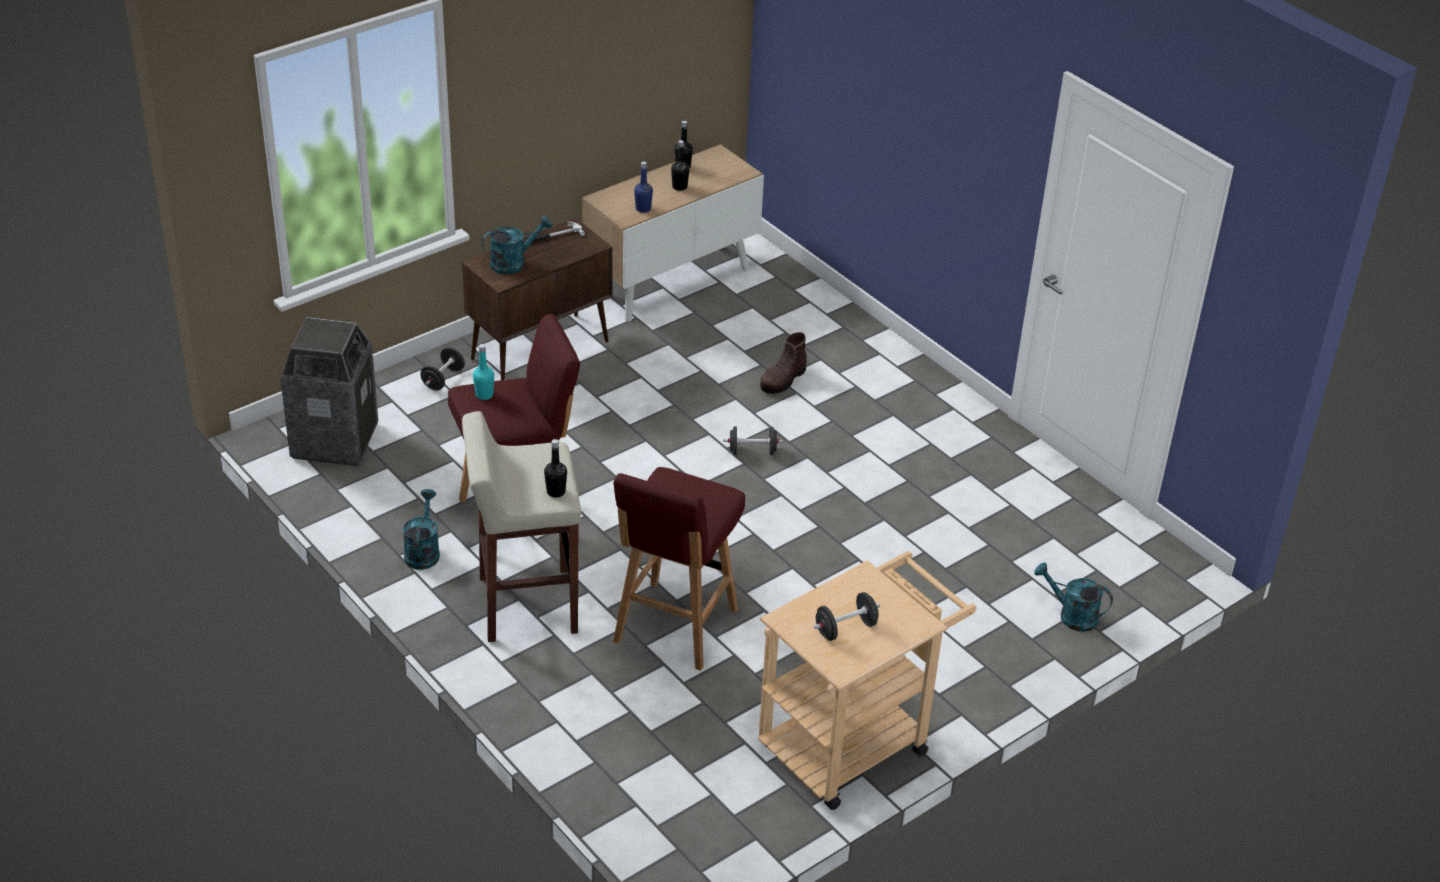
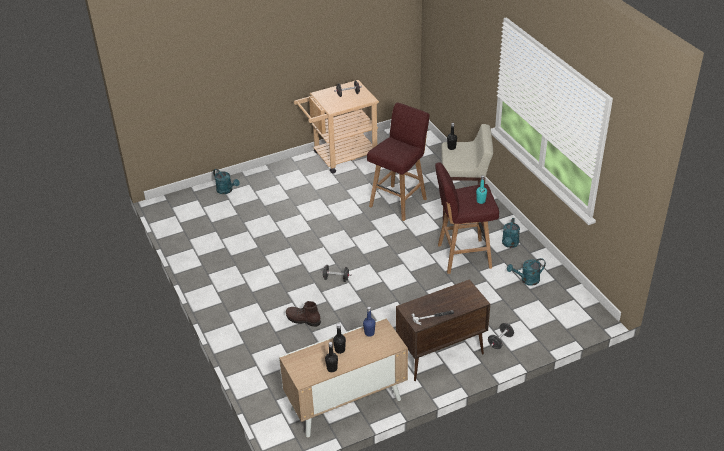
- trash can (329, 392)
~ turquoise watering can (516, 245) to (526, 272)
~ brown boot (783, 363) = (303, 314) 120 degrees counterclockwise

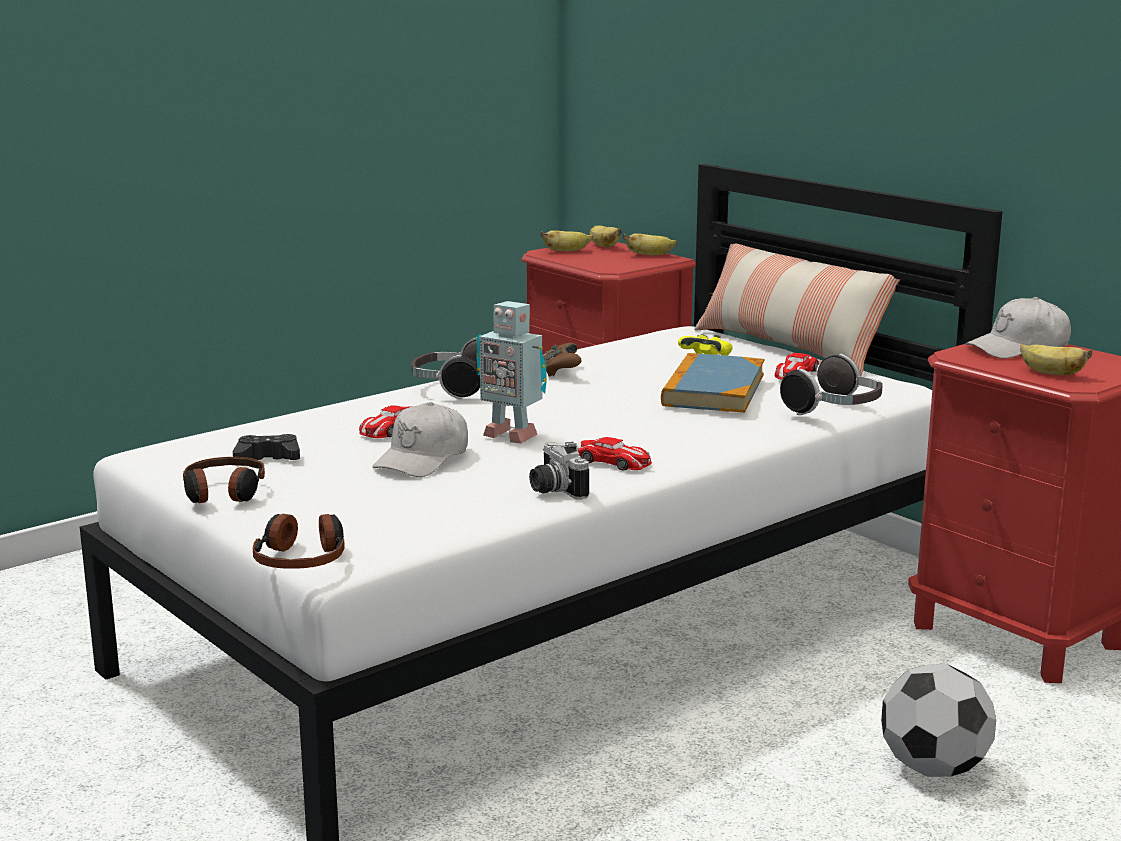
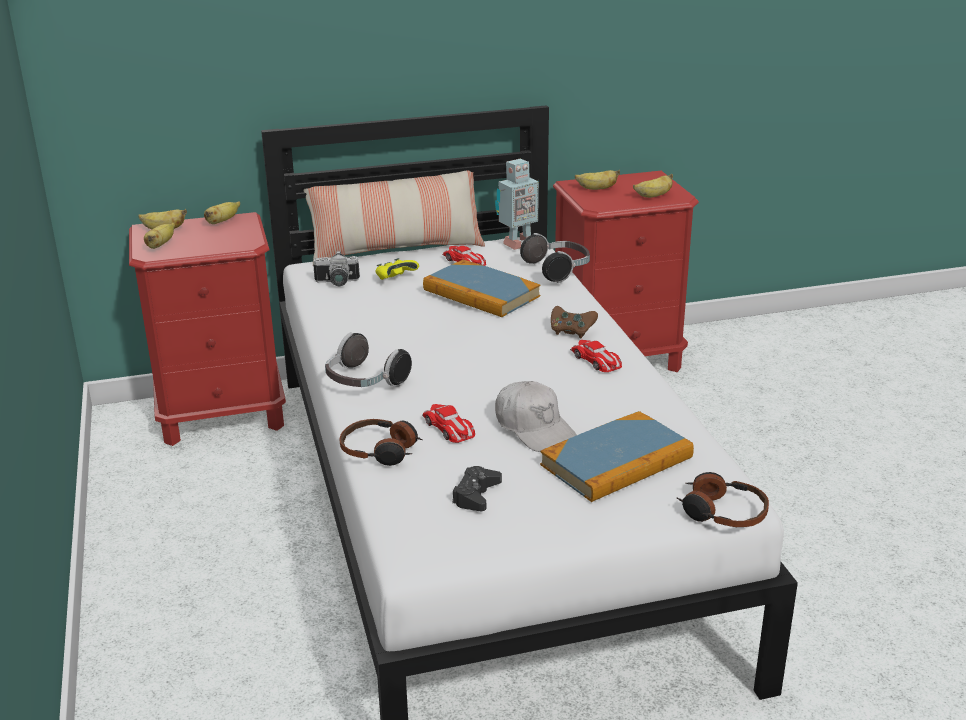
~ headphones (224, 480) to (381, 442)
~ toy robot (512, 372) to (517, 204)
~ photo camera (559, 471) to (336, 268)
~ brown game controller (562, 359) to (574, 322)
~ toy car (614, 454) = (596, 356) 90 degrees clockwise
- football (938, 720)
~ white cap (1018, 328) to banana (597, 180)
+ book (617, 456)

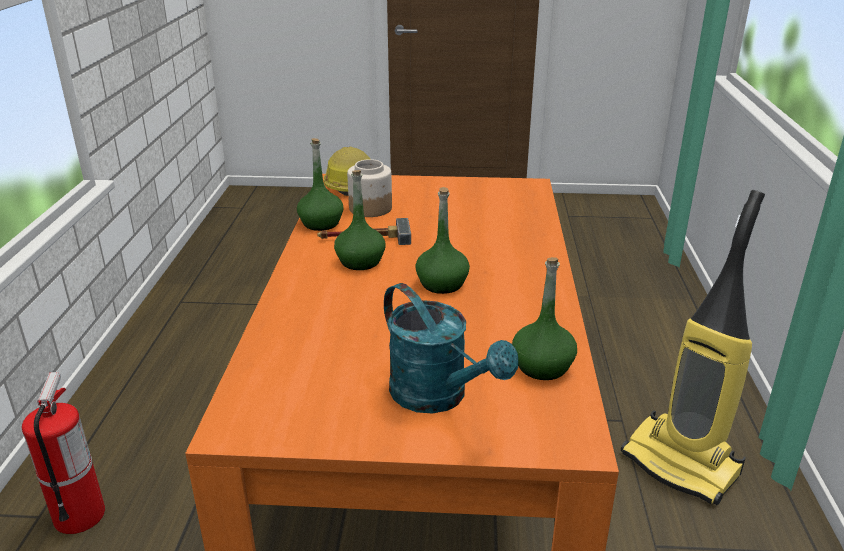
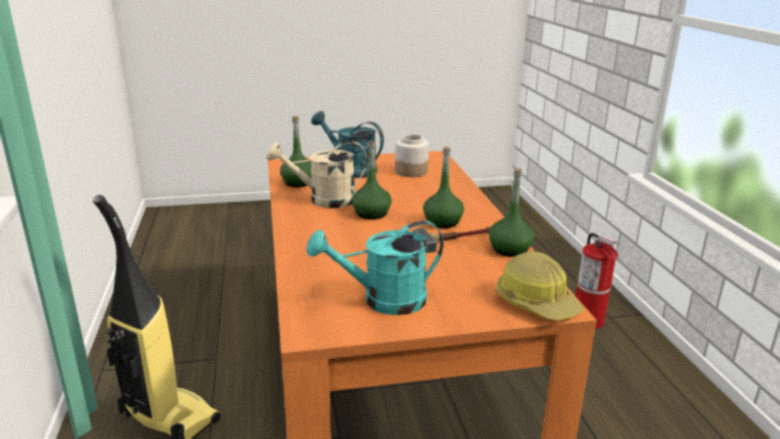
~ jar (369, 188) to (412, 155)
+ beige watering can (317, 175)
+ turquoise watering can (375, 268)

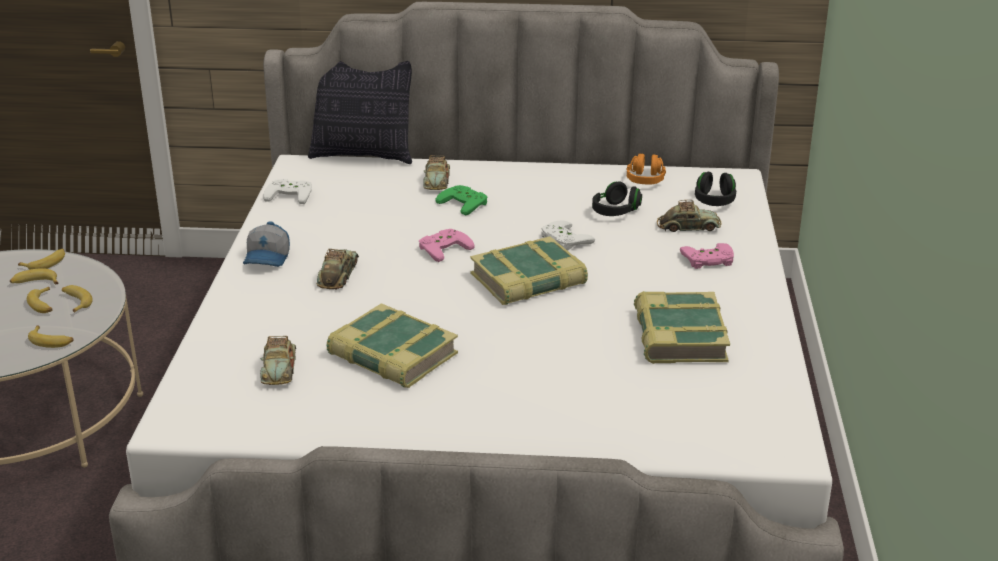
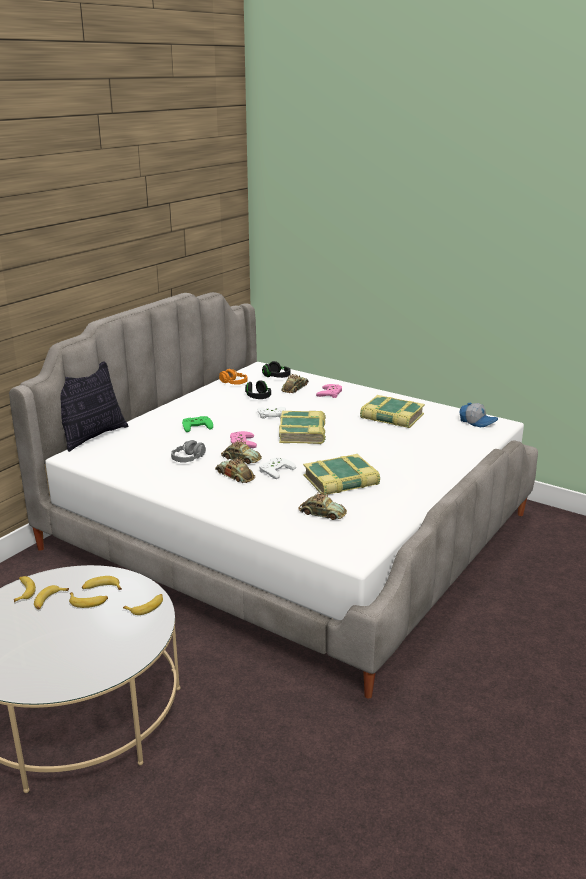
~ cap (266, 244) to (478, 415)
~ white game controller (287, 191) to (277, 468)
~ toy car (436, 173) to (241, 452)
+ grey headphones (188, 451)

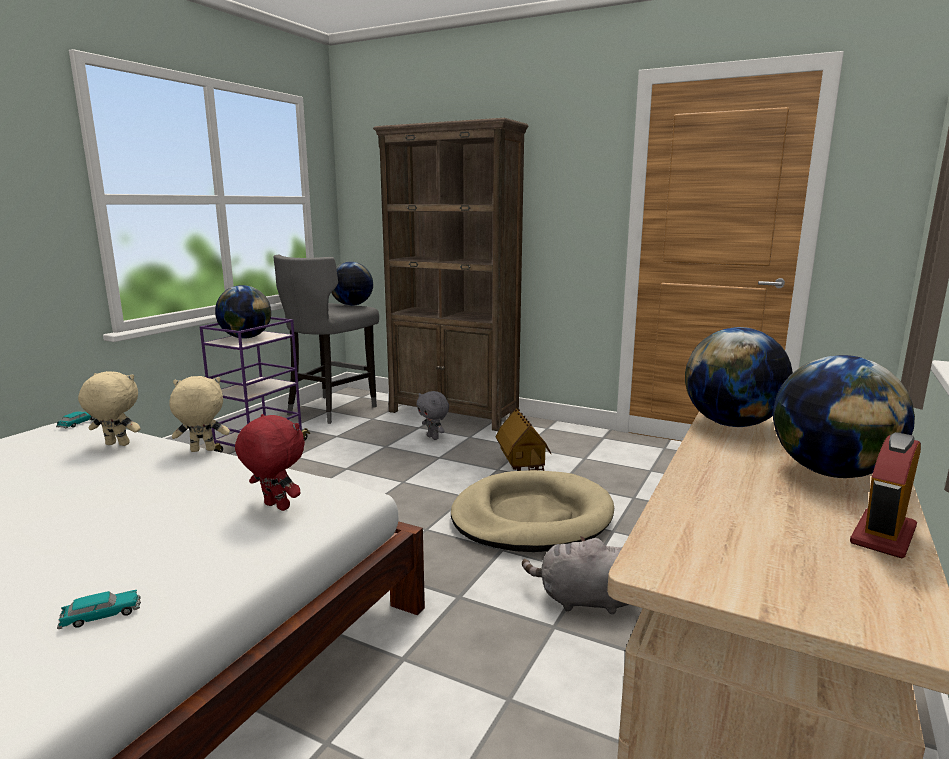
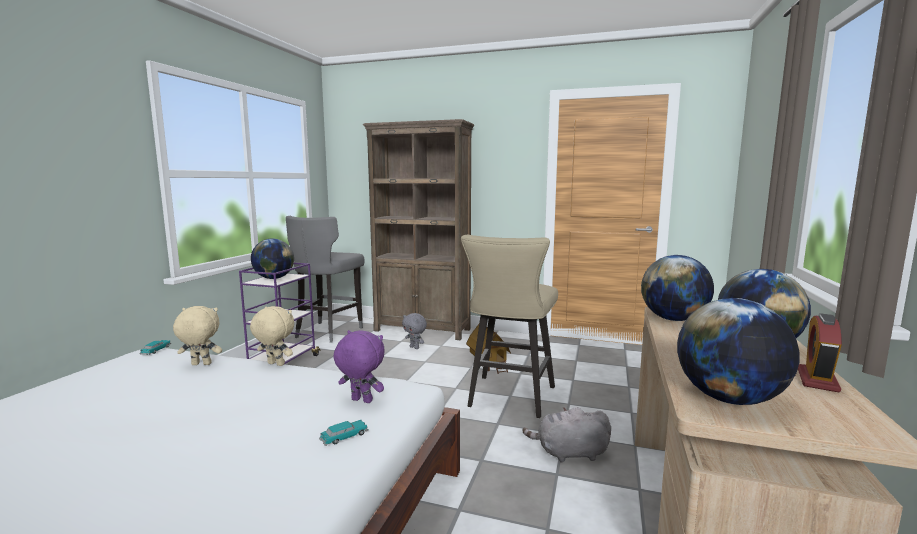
~ toy car (99, 609) to (344, 433)
~ beige plush toy (199, 414) = (272, 336) 45 degrees clockwise
~ red plush toy (270, 462) to purple plush toy (359, 366)
~ globe (352, 284) to (738, 351)
~ beige dog bed (532, 511) to beige stool (509, 326)

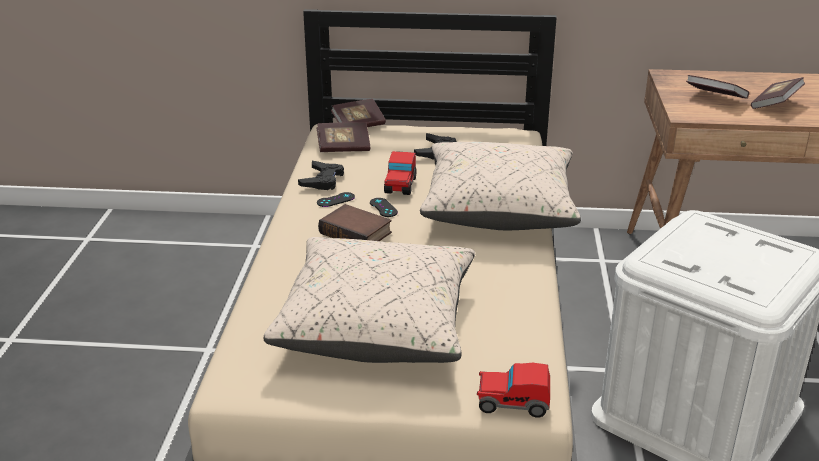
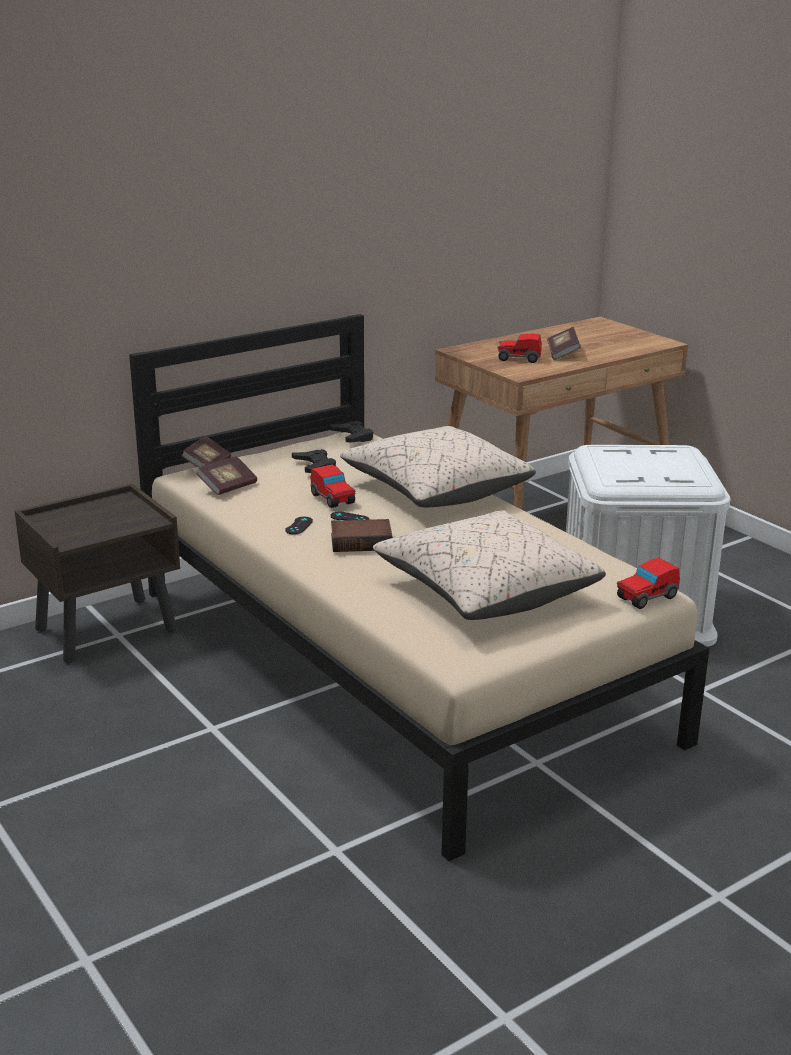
~ black game controller (321, 175) to (351, 431)
~ book (717, 87) to toy car (519, 348)
+ brown nightstand (97, 573)

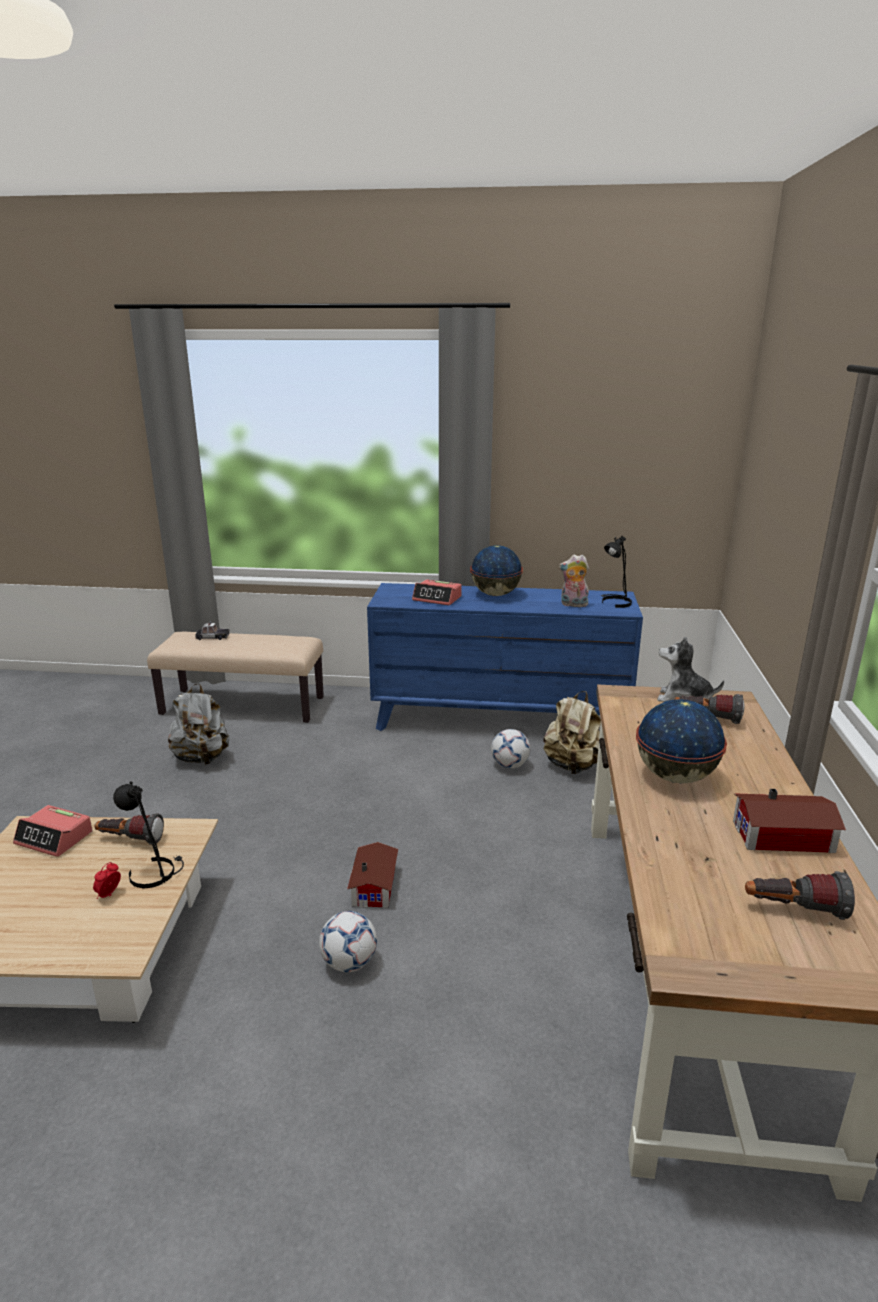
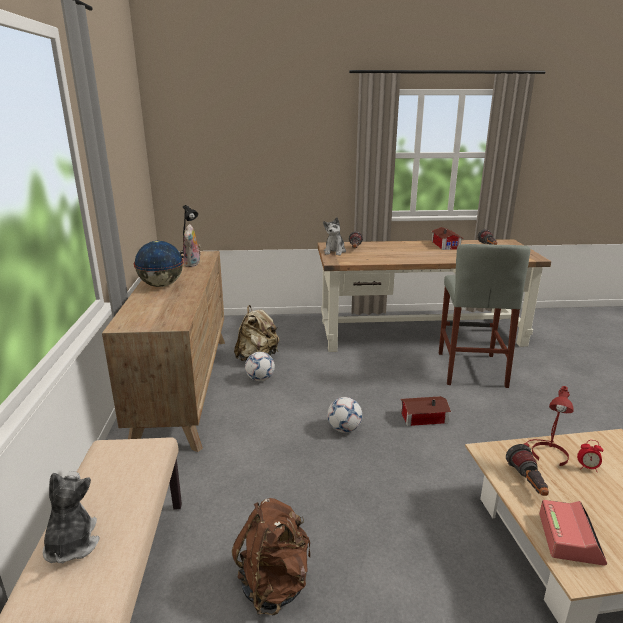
~ black table lamp (148, 835) to red table lamp (549, 426)
~ grey backpack (198, 724) to brown backpack (271, 557)
~ toy car (212, 630) to plush toy (71, 517)
~ football (348, 941) to (344, 415)
~ blue dresser (505, 657) to brown dresser (163, 351)
- alarm clock (437, 592)
- globe (681, 741)
+ grey stool (484, 316)

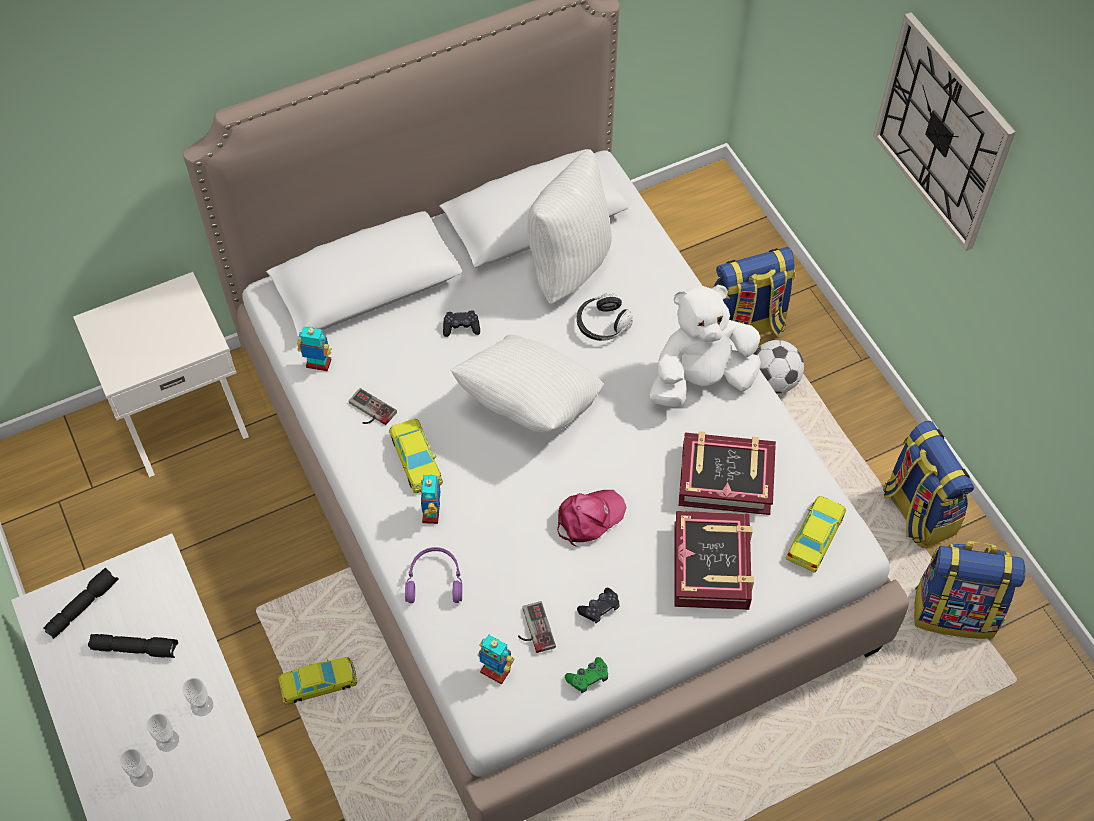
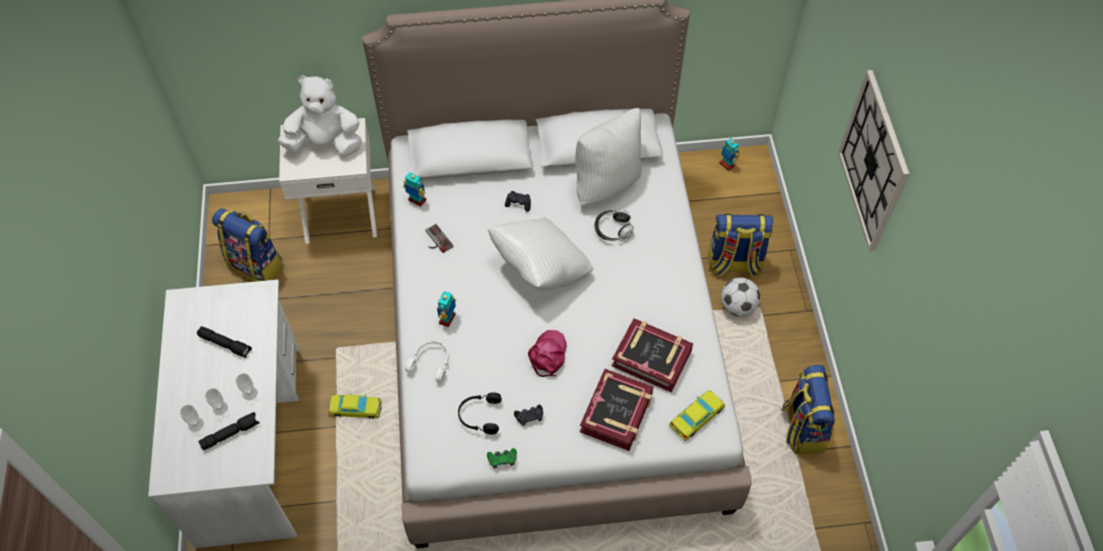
~ black flashlight (81, 603) to (229, 431)
- yellow toy car (416, 456)
~ purple headphones (433, 575) to white headphones (427, 361)
~ toy robot (496, 660) to (729, 154)
~ game controller (537, 627) to black headphones (480, 413)
~ pink cap (591, 518) = (547, 353) 60 degrees counterclockwise
~ white plush toy (705, 346) to (320, 116)
~ backpack (970, 590) to (248, 245)

